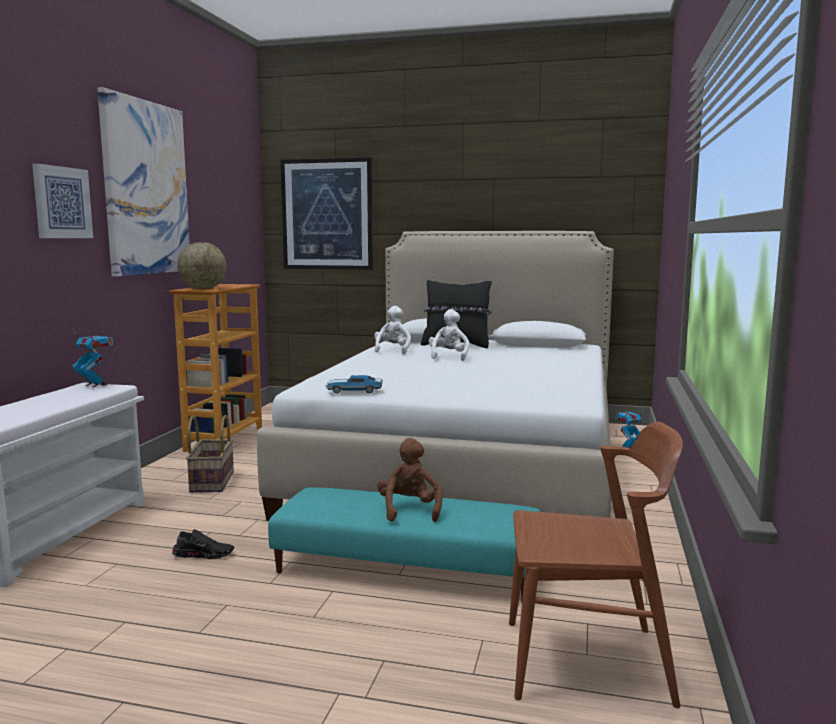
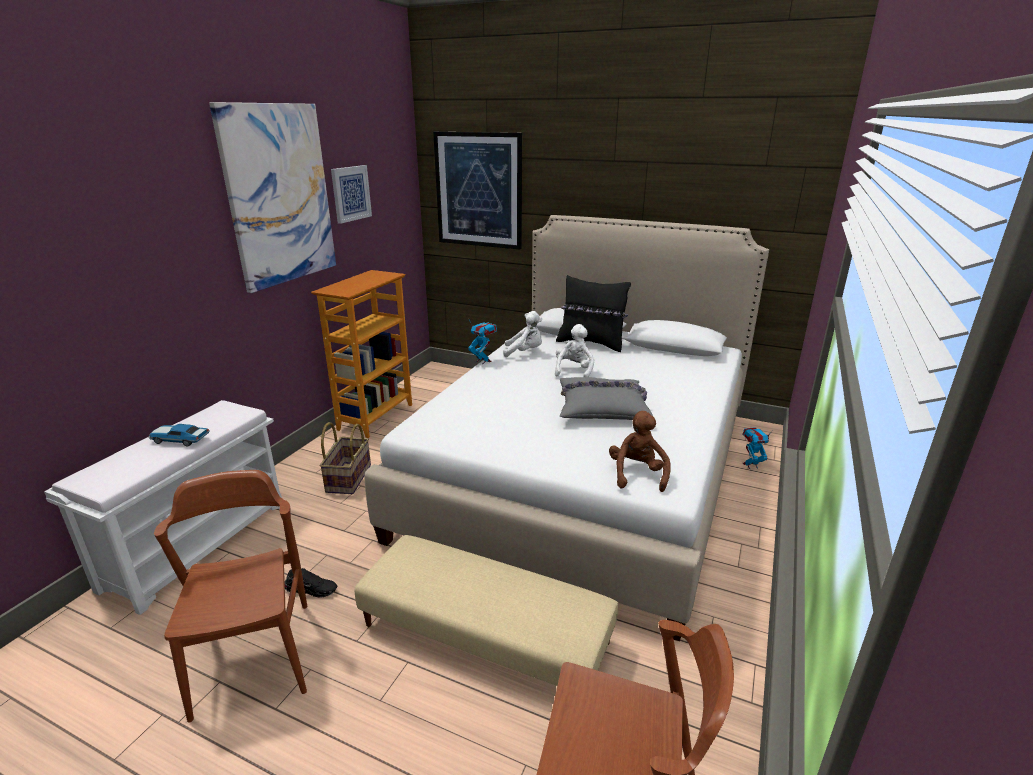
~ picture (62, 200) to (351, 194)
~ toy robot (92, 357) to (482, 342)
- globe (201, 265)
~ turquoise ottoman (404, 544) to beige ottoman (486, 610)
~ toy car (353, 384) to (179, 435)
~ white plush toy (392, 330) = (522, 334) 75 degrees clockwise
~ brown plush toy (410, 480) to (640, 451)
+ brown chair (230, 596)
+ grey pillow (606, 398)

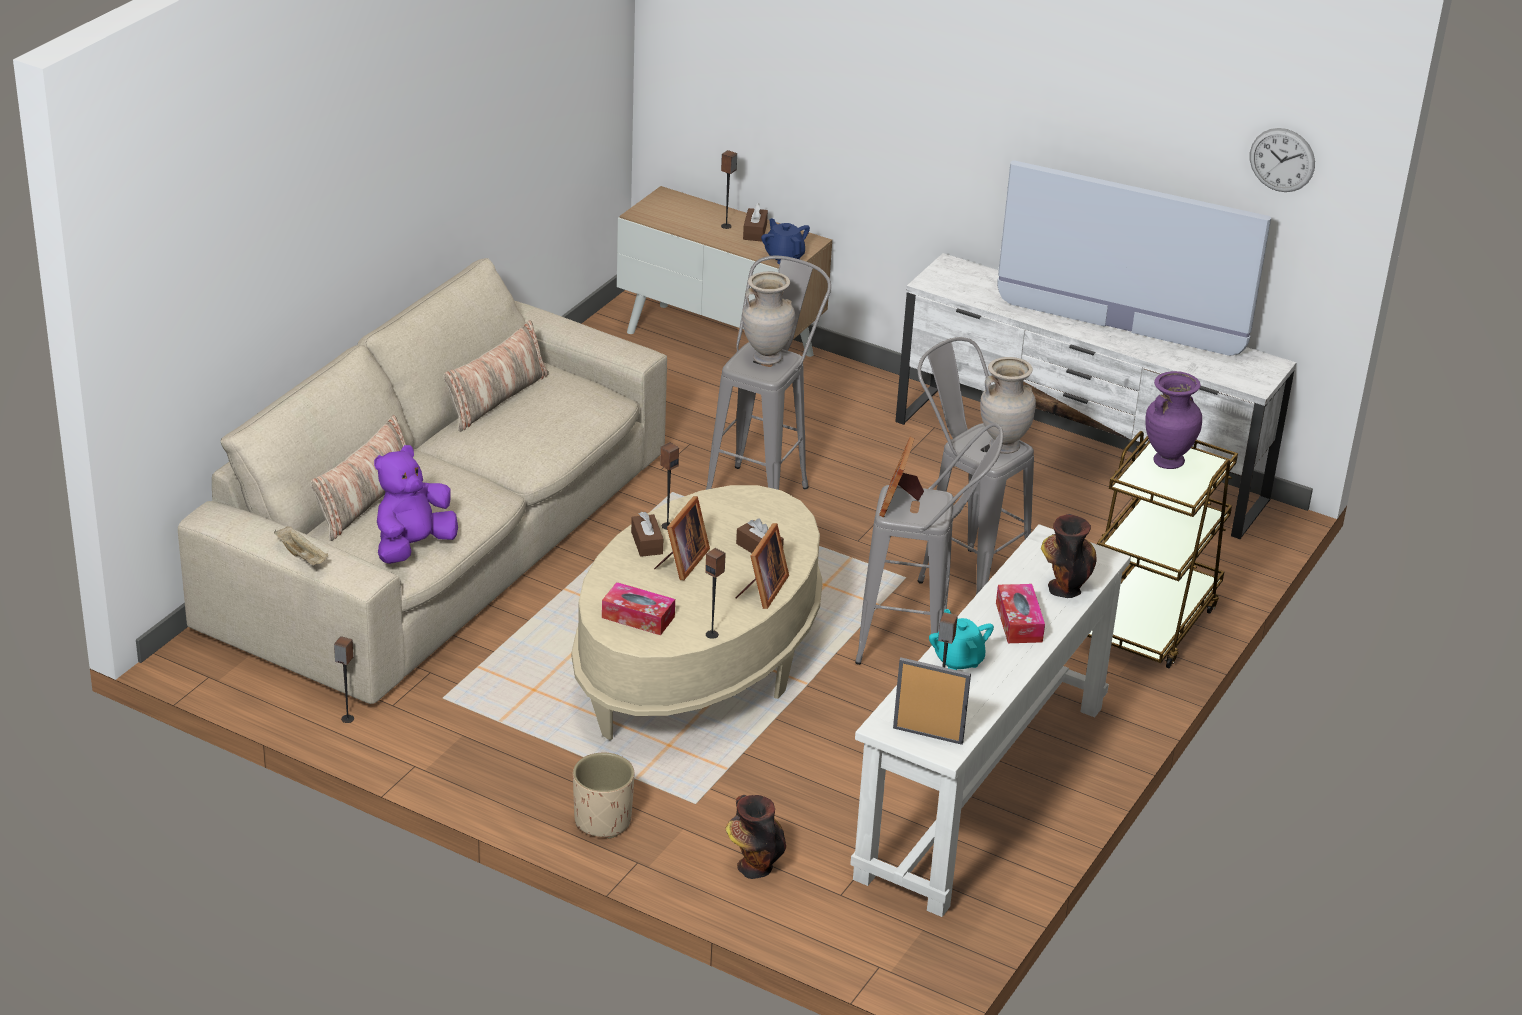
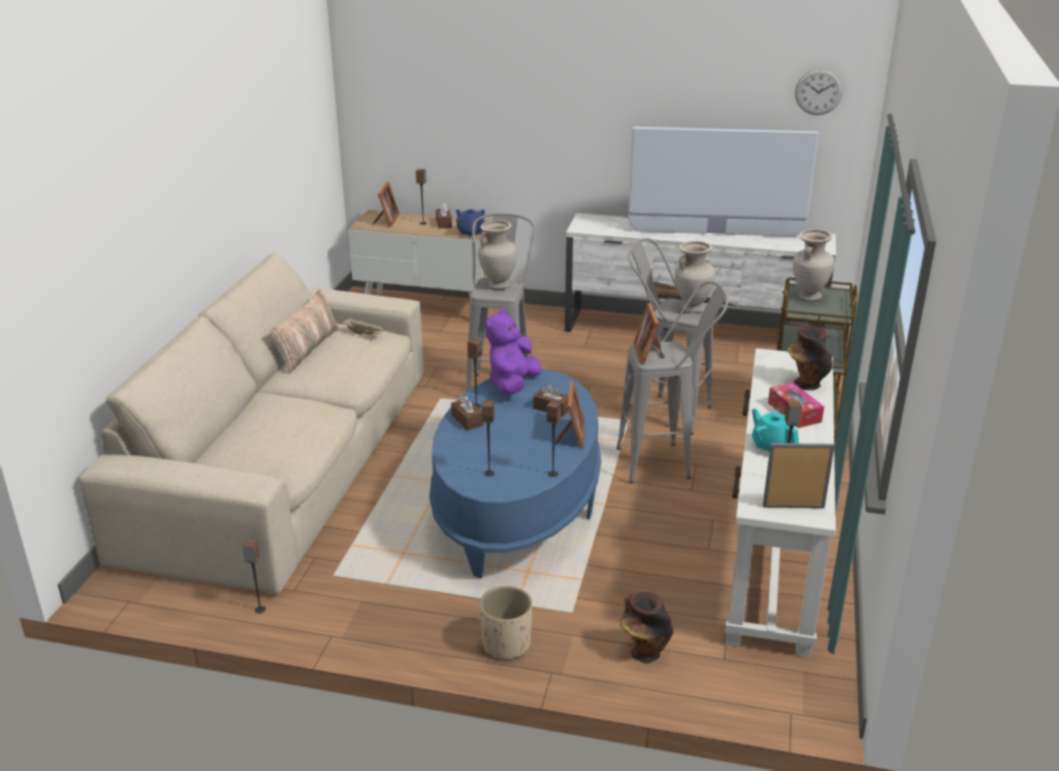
~ beige tray (301, 545) to (363, 326)
- pillow (358, 478)
~ purple plush toy (416, 504) to (513, 351)
~ beige coffee table (697, 612) to blue coffee table (515, 473)
~ tissue box (638, 608) to speaker (488, 438)
~ picture frame (682, 538) to (385, 204)
~ purple vase (1173, 420) to beige vase (813, 265)

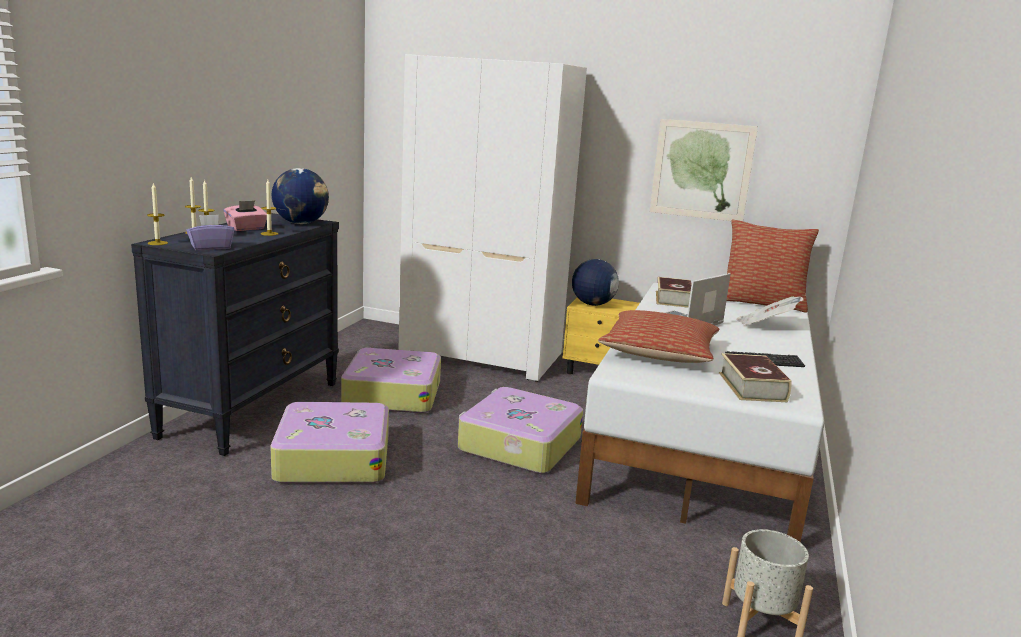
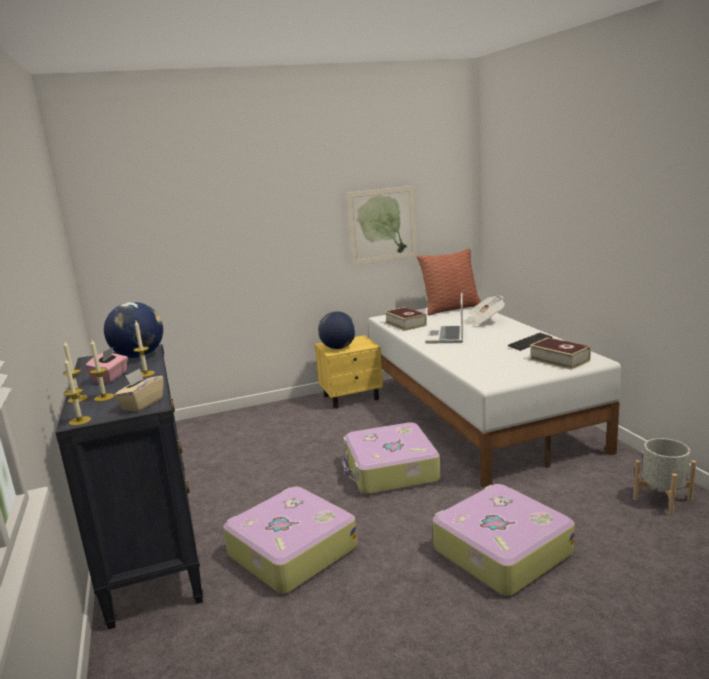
~ purple tissue box (210, 232) to beige tissue box (139, 390)
~ suitcase (391, 380) to (504, 540)
- white wardrobe (492, 218)
- pillow (658, 336)

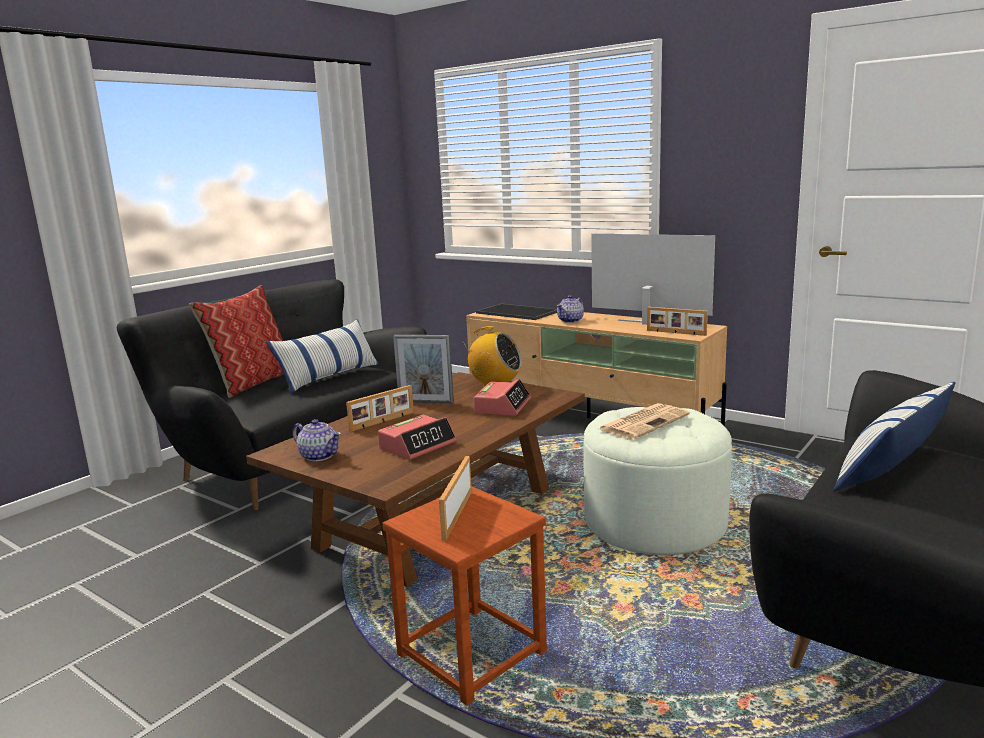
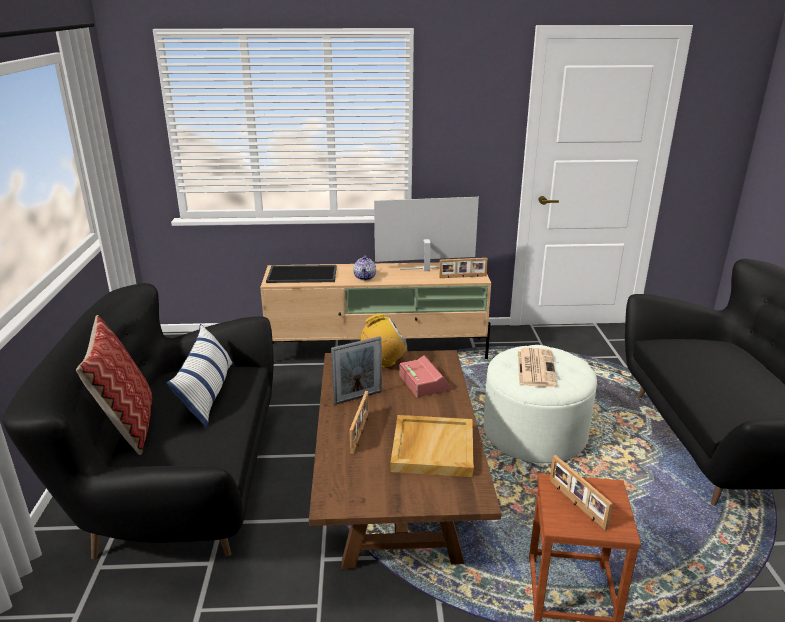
- teapot (316, 440)
~ alarm clock (417, 437) to beige tray (432, 446)
- pillow (894, 436)

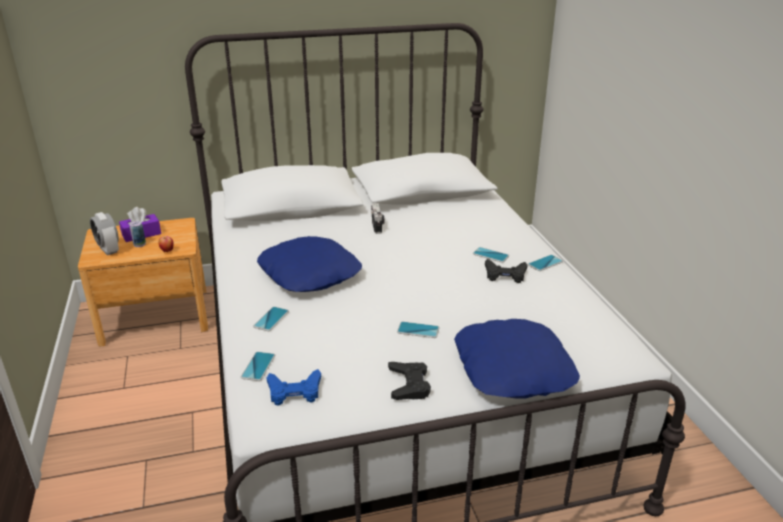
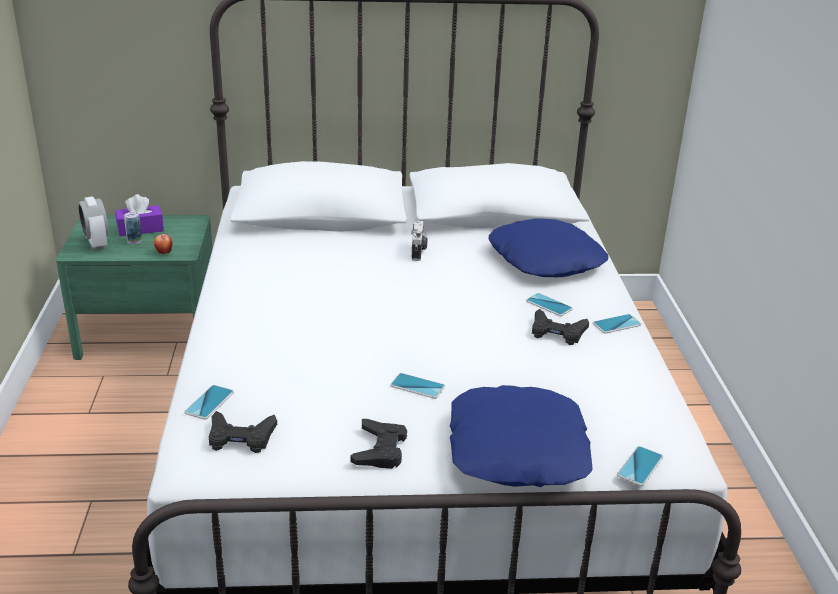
~ brown nightstand (143, 282) to green nightstand (134, 287)
~ phone (271, 319) to (640, 466)
~ blue pillow (309, 264) to (548, 247)
~ blue game controller (294, 387) to black game controller (243, 432)

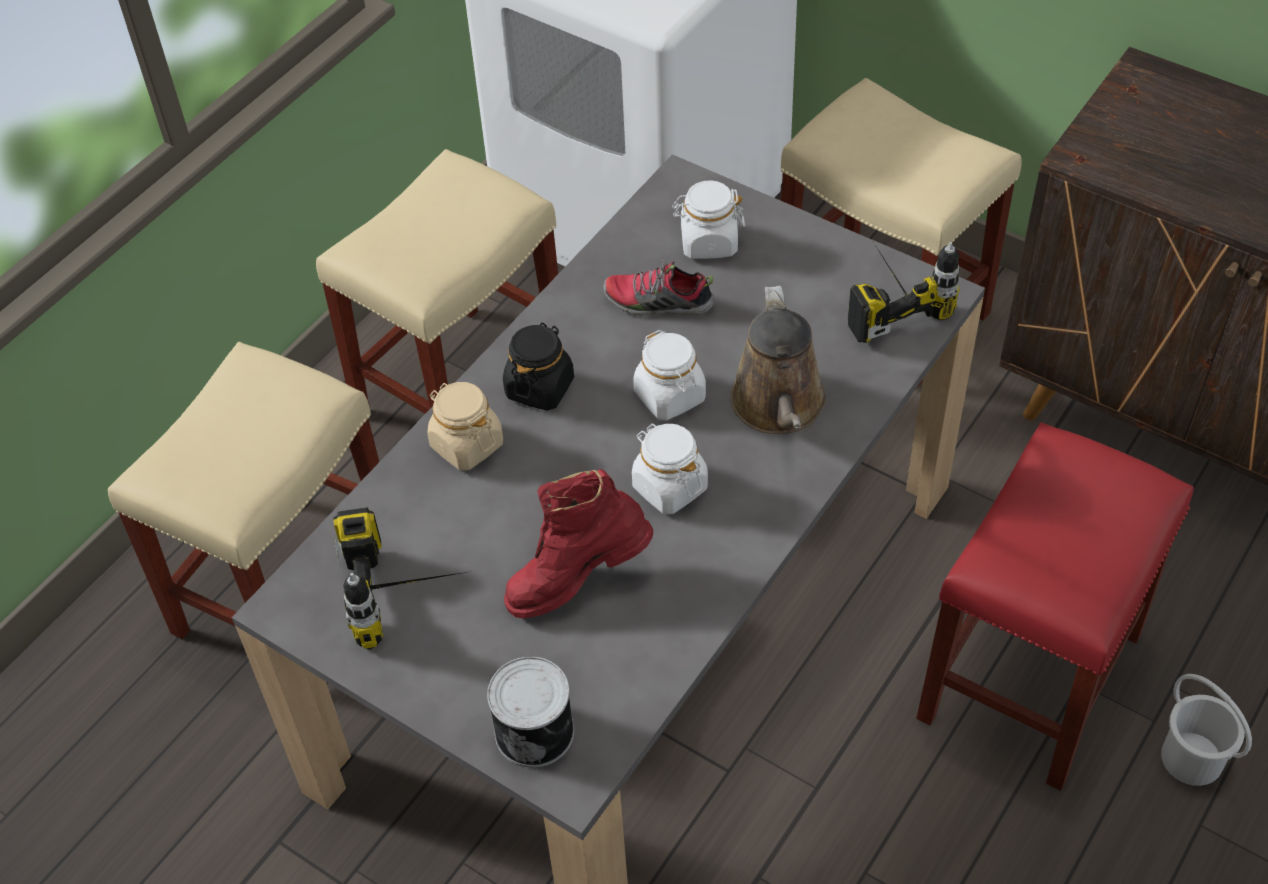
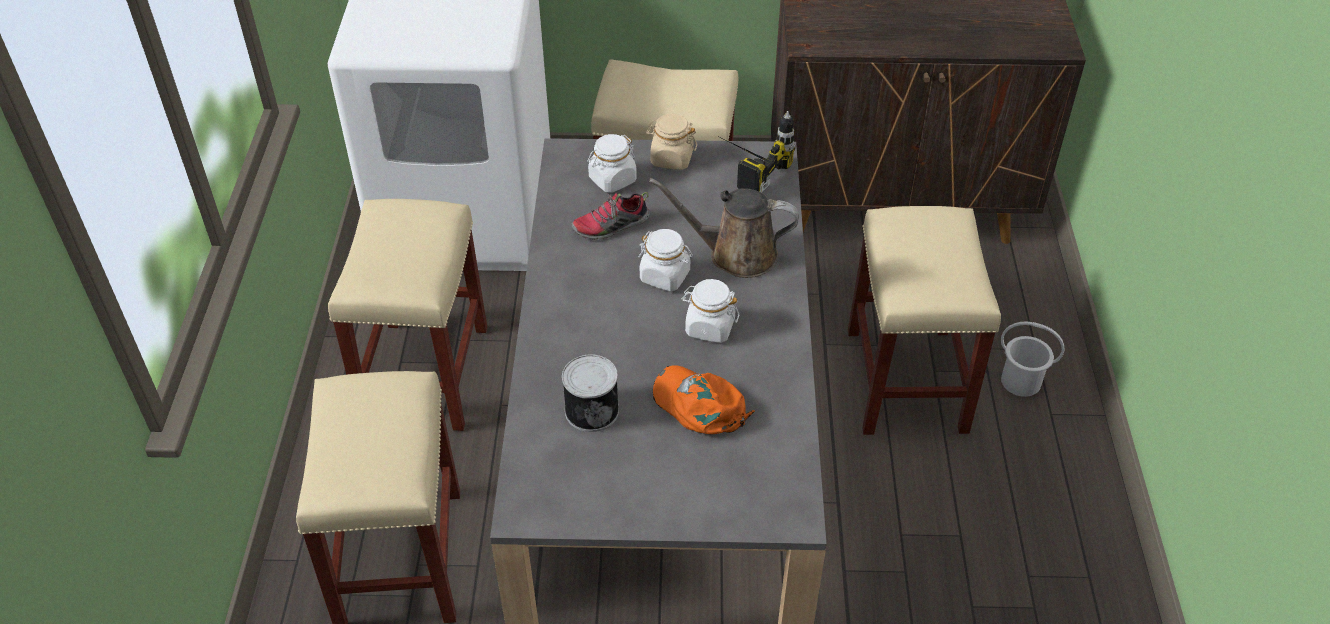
- power drill (402, 579)
~ beige jar (465, 426) to (671, 142)
~ can (530, 712) to (590, 393)
- black jar (538, 366)
~ red boot (578, 543) to orange cap (704, 399)
~ brown watering can (778, 360) = (724, 228) 135 degrees clockwise
~ red stool (1055, 606) to beige stool (924, 320)

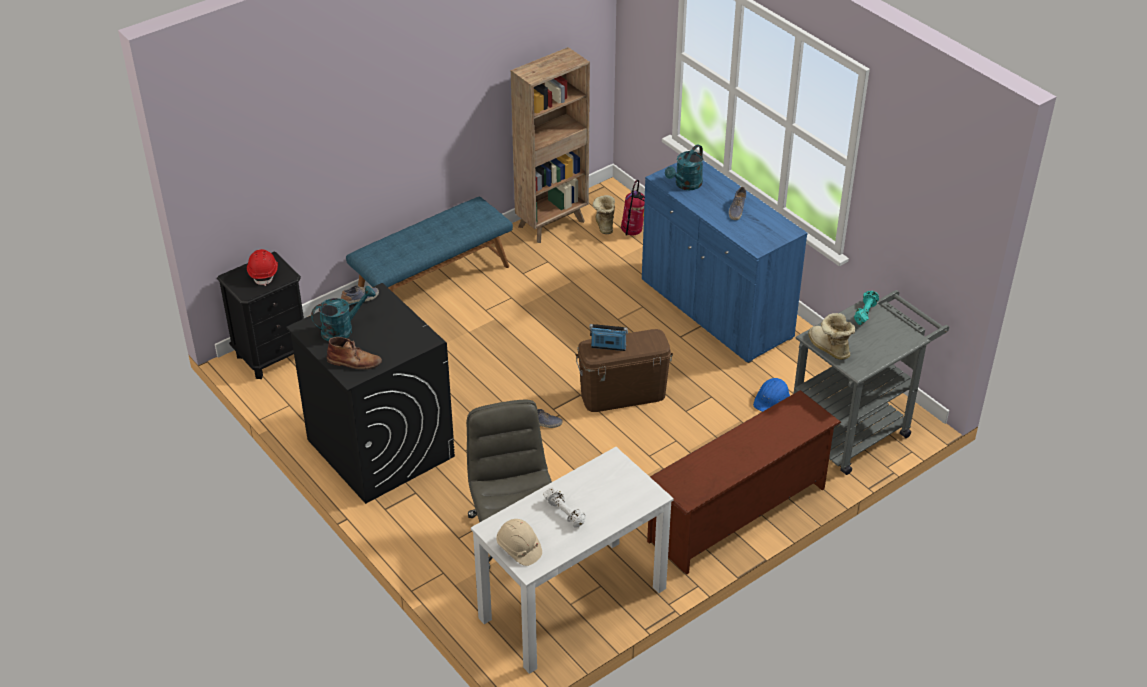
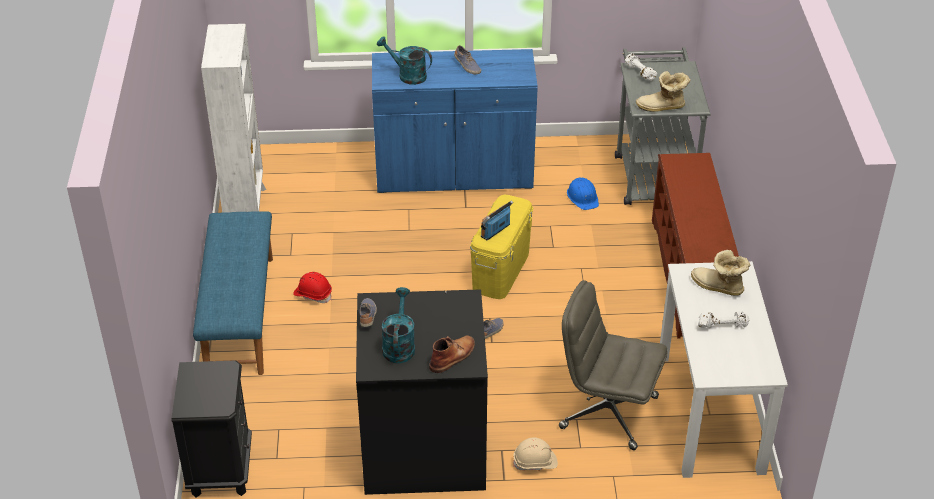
~ red hard hat (262, 267) to (312, 287)
~ beige hard hat (519, 542) to (535, 453)
~ brown bookcase (550, 145) to white bookcase (233, 118)
~ brown storage box (624, 370) to yellow storage box (501, 246)
~ boot (604, 214) to (720, 273)
- fire extinguisher (633, 208)
~ turquoise watering can (684, 167) = (404, 60) 135 degrees clockwise
~ turquoise dumbbell (866, 308) to white dumbbell (641, 67)

